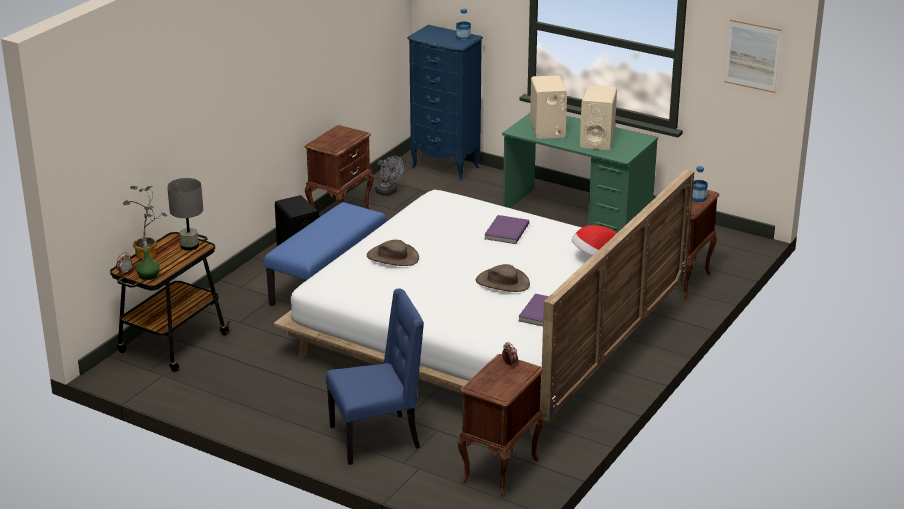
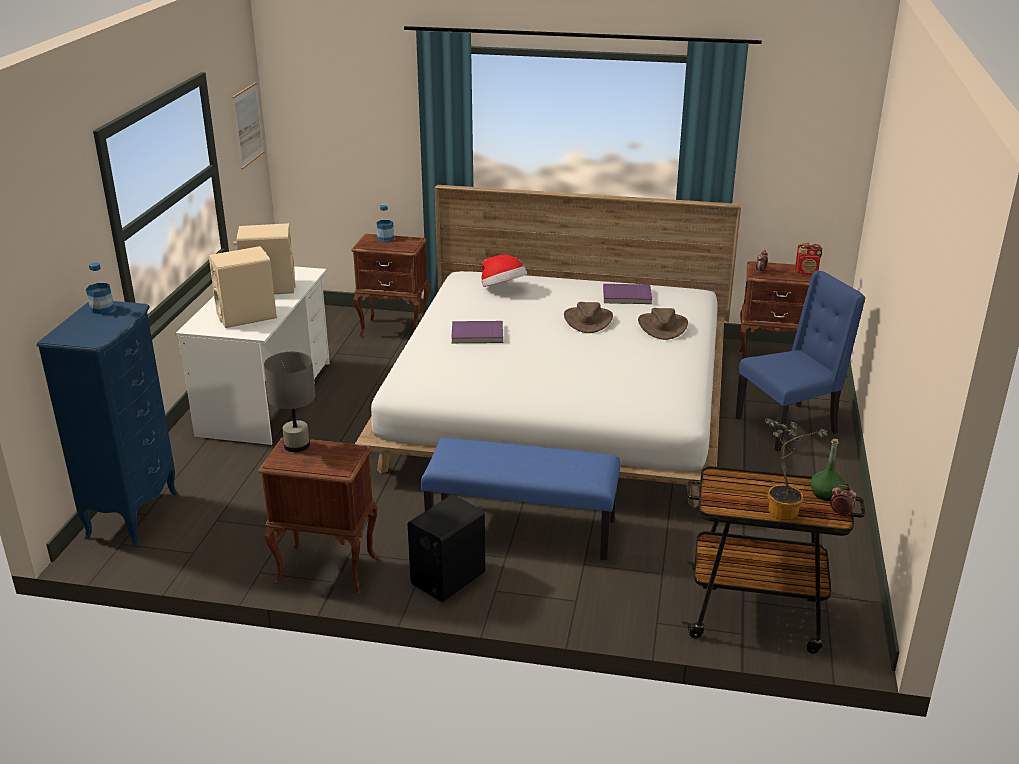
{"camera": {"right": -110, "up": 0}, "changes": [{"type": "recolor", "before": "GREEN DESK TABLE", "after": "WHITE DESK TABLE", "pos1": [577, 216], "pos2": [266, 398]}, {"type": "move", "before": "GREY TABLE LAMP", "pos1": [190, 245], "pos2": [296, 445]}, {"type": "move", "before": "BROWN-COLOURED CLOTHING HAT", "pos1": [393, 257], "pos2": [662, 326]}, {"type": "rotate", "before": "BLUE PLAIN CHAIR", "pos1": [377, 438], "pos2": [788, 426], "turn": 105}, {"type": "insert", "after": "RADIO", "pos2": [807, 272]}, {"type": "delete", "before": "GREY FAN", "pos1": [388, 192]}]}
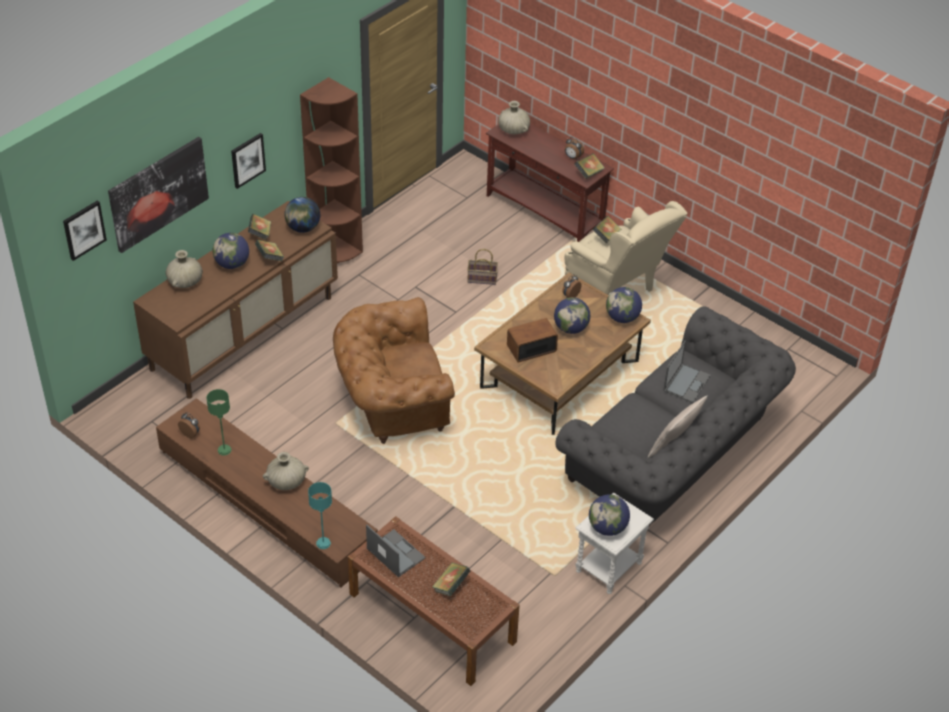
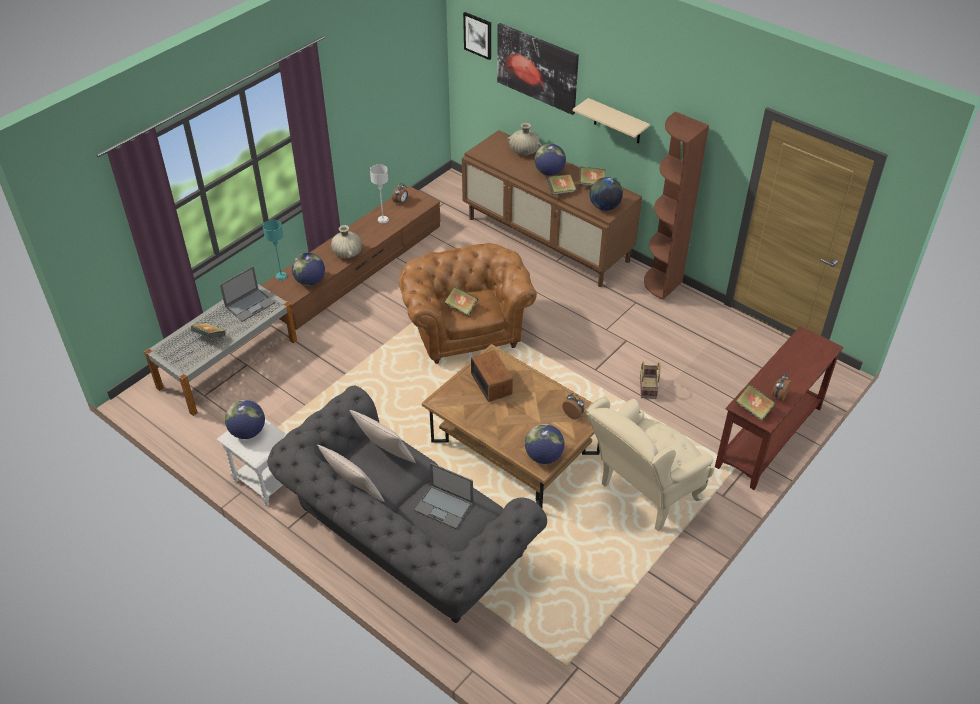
{"camera": {"right": 90, "up": 0}, "changes": [{"type": "recolor", "before": "BROWN-COLOURED INDOOR BENCH", "after": "GREY INDOOR BENCH", "pos1": [431, 618], "pos2": [227, 363]}, {"type": "move", "before": "DESK GLOBE", "pos1": [571, 328], "pos2": [310, 281]}, {"type": "insert", "after": "BEIGE-COLOURED PILLOW", "pos2": [385, 456]}, {"type": "recolor", "before": "GREEN TABLE LAMP", "after": "GREY TABLE LAMP", "pos1": [224, 450], "pos2": [383, 220]}, {"type": "move", "before": "BOUND BOOK", "pos1": [606, 236], "pos2": [461, 308]}, {"type": "replace", "before": "WALL PICTURE", "after": "BEIGE-COLOURED WALL SHELF", "pos1": [247, 160], "pos2": [617, 122]}, {"type": "delete", "before": "BEIGE-COLOURED FLOWER VASE", "pos1": [513, 130]}]}
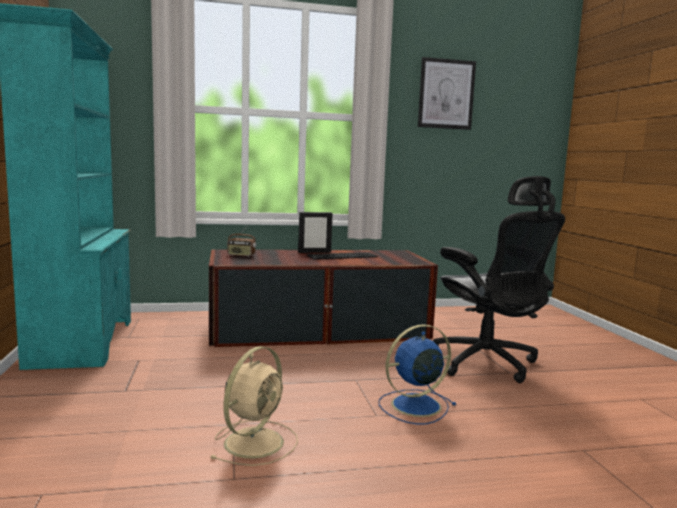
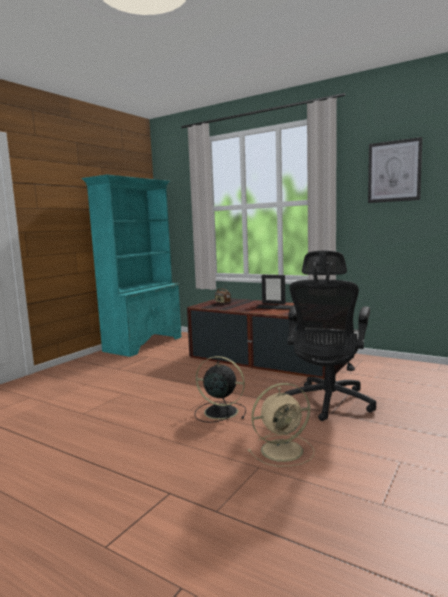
{"camera": {"right": 45, "up": 0}, "changes": [{"type": "recolor", "before": "BLUE FAN", "after": "BLACKISH FAN", "pos1": [414, 406], "pos2": [219, 411]}, {"type": "move", "before": "BEIGE-COLOURED FAN", "pos1": [255, 441], "pos2": [283, 450]}]}
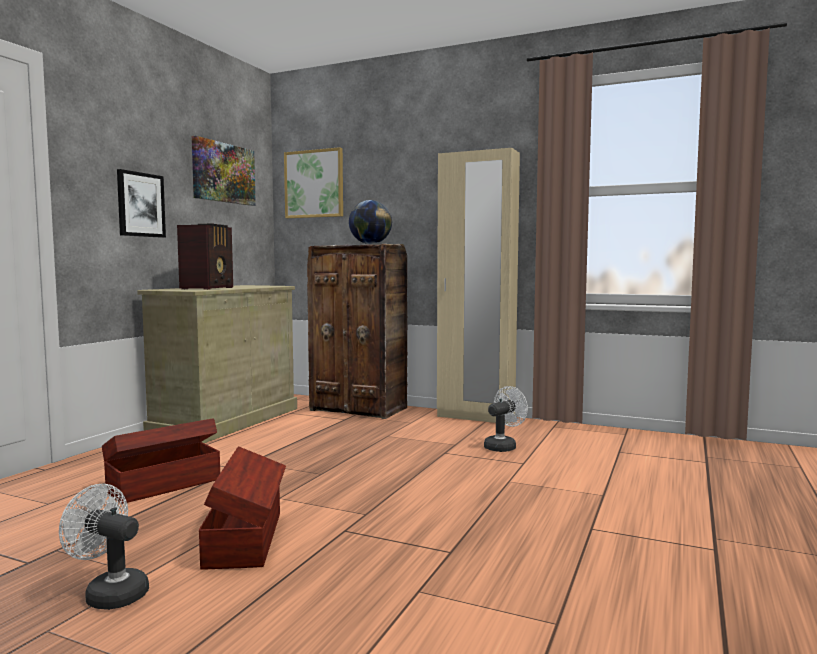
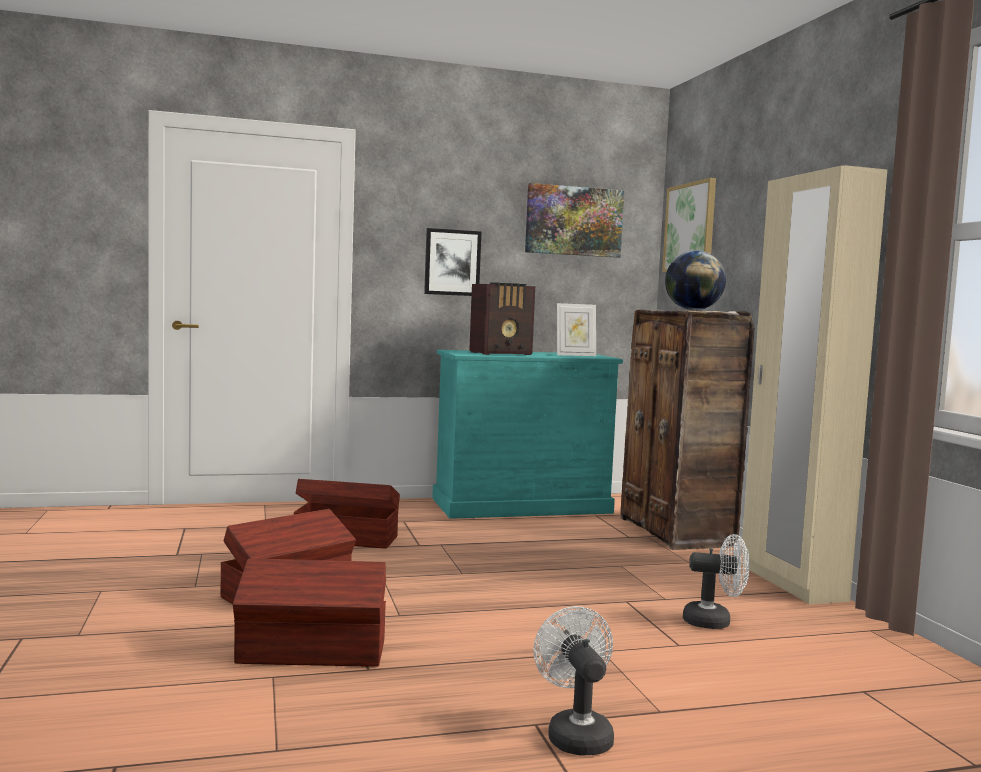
{"camera": {"right": 50, "up": 0}, "changes": [{"type": "insert", "after": "BROWN-COLOURED STORAGE BOX", "pos2": [313, 653]}, {"type": "recolor", "before": "BEIGE-COLOURED CHEST OF DRAWERS", "after": "BLUE-GREEN CHEST OF DRAWERS", "pos1": [226, 420], "pos2": [521, 505]}, {"type": "move", "before": "WHITE FAN", "pos1": [110, 593], "pos2": [575, 734]}, {"type": "insert", "after": "PICTURE FRAME", "pos2": [575, 355]}]}
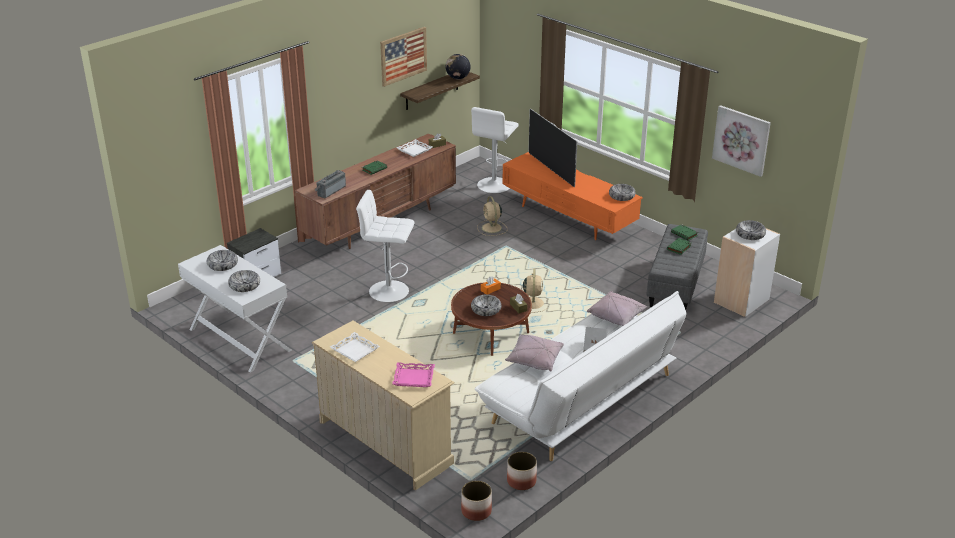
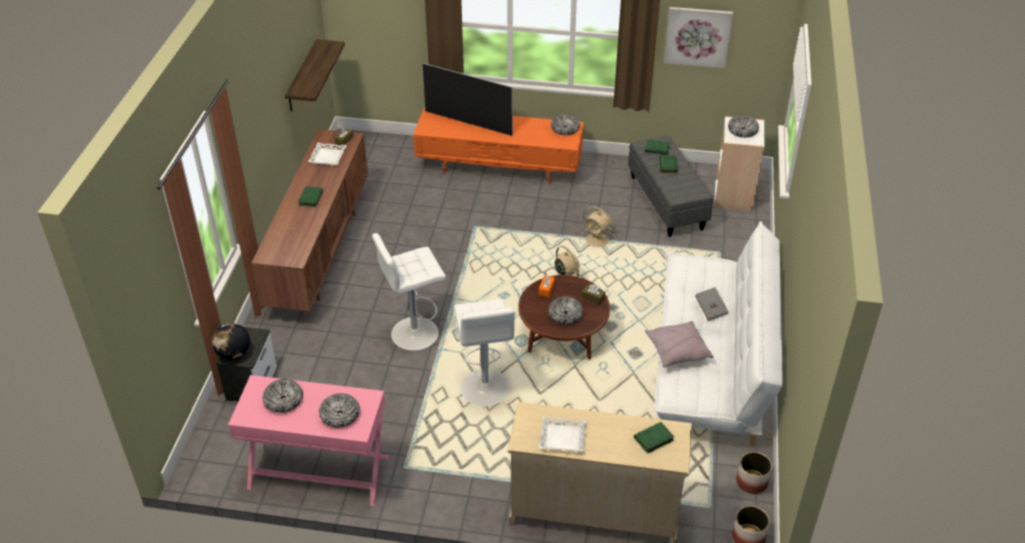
{"camera": {"right": -35, "up": 10}, "changes": [{"type": "move", "before": "DESK GLOBE", "pos1": [458, 78], "pos2": [234, 354]}, {"type": "recolor", "before": "WHITE NARROW TABLE", "after": "PINK-COLOURED NARROW TABLE", "pos1": [239, 340], "pos2": [318, 473]}, {"type": "move", "before": "WHITE STOOL", "pos1": [493, 185], "pos2": [484, 388]}, {"type": "move", "before": "BEIGE-COLOURED FAN", "pos1": [492, 228], "pos2": [598, 240]}, {"type": "replace", "before": "PINK-COLOURED TRAY", "after": "GREEN BOUND BOOK", "pos1": [413, 378], "pos2": [653, 439]}, {"type": "delete", "before": "RADIO", "pos1": [330, 190]}, {"type": "delete", "before": "WALL PICTURE", "pos1": [403, 56]}, {"type": "delete", "before": "PURPLE-COLOURED PILLOW", "pos1": [617, 316]}]}
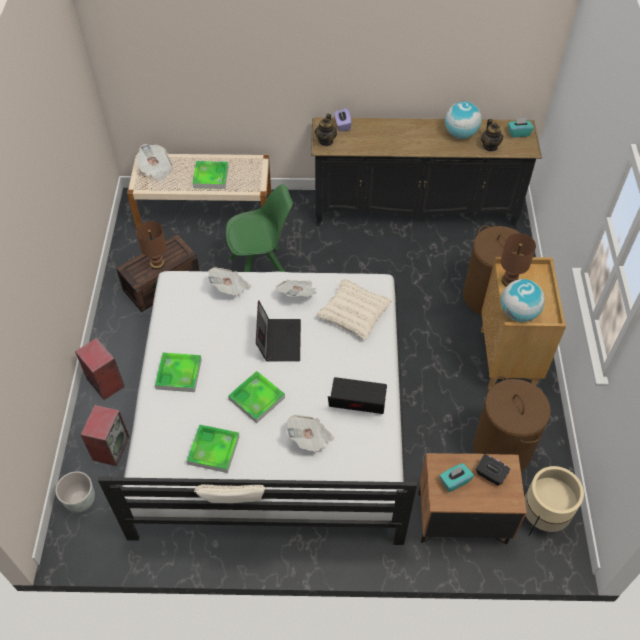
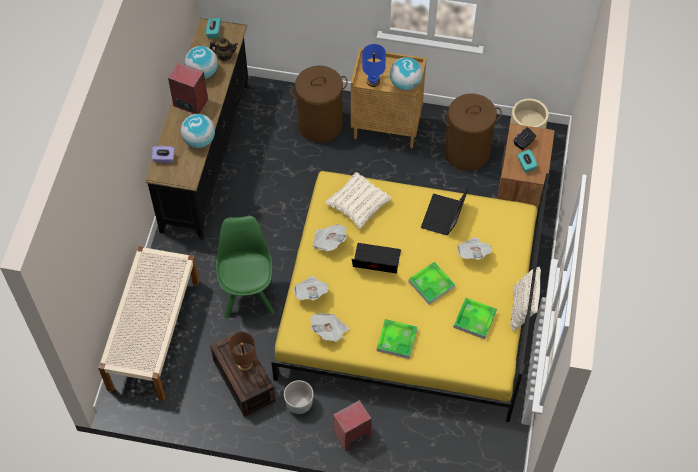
{"camera": {"right": -80, "up": 5}, "changes": [{"type": "move", "before": "AUDIO SPEAKER", "pos1": [111, 448], "pos2": [190, 103]}, {"type": "insert", "after": "DESK GLOBE", "pos2": [199, 140]}, {"type": "recolor", "before": "WHITE SLEEPING BED", "after": "YELLOW SLEEPING BED", "pos1": [272, 415], "pos2": [409, 303]}, {"type": "move", "before": "GREY FLOWER POT", "pos1": [80, 501], "pos2": [299, 405]}, {"type": "move", "before": "DAILY PAPER", "pos1": [156, 170], "pos2": [329, 331]}, {"type": "recolor", "before": "BROWN-COLOURED TABLE LAMP", "after": "BLUE TABLE LAMP", "pos1": [509, 281], "pos2": [373, 81]}, {"type": "delete", "before": "TRAY", "pos1": [211, 177]}, {"type": "delete", "before": "POT FOR TEA", "pos1": [326, 141]}]}
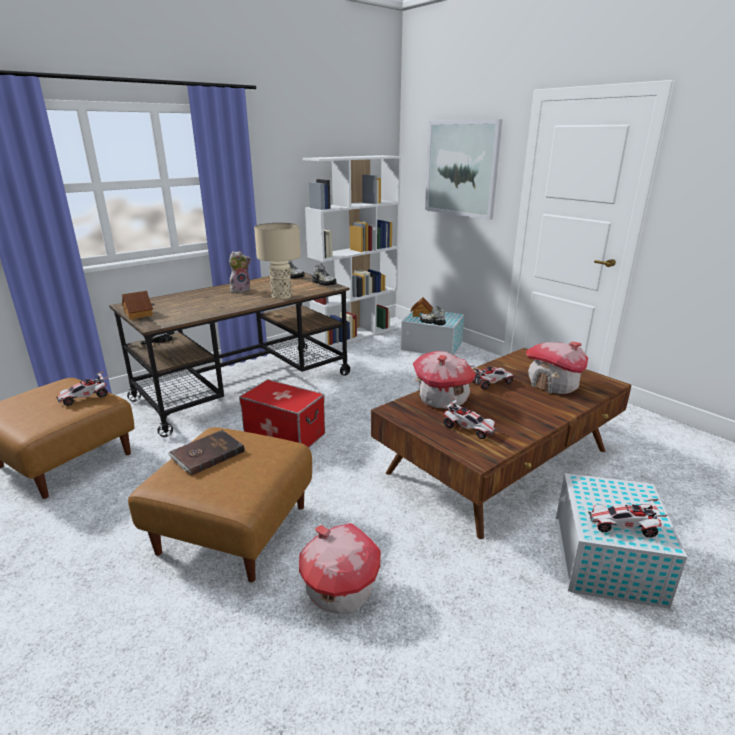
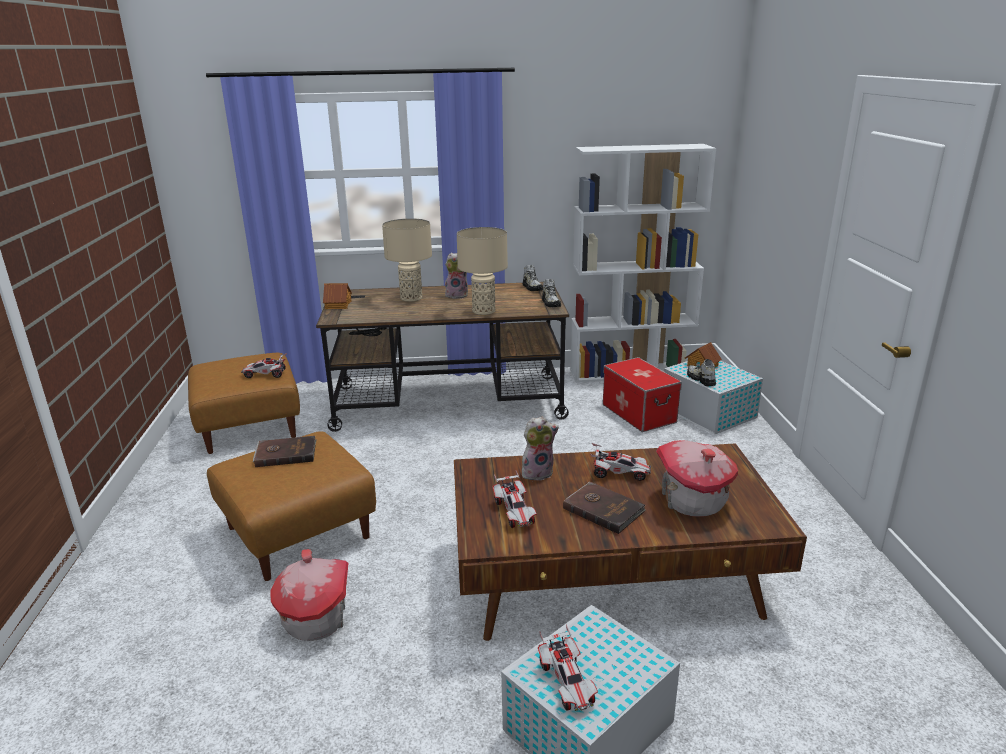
{"camera": {"right": 35, "up": 0}, "changes": [{"type": "insert", "after": "BEIGE-COLOURED TABLE LAMP", "pos2": [411, 298]}, {"type": "replace", "before": "MINIATURE HOUSE", "after": "SOFT TOY", "pos1": [442, 399], "pos2": [537, 472]}, {"type": "rotate", "before": "MODEL CAR", "pos1": [623, 526], "pos2": [567, 683], "turn": -150}, {"type": "insert", "after": "BROWN-COLOURED BOUND BOOK", "pos2": [603, 509]}, {"type": "move", "before": "STORAGE BOX", "pos1": [284, 435], "pos2": [638, 413]}, {"type": "delete", "before": "WALL PICTURE", "pos1": [461, 168]}]}
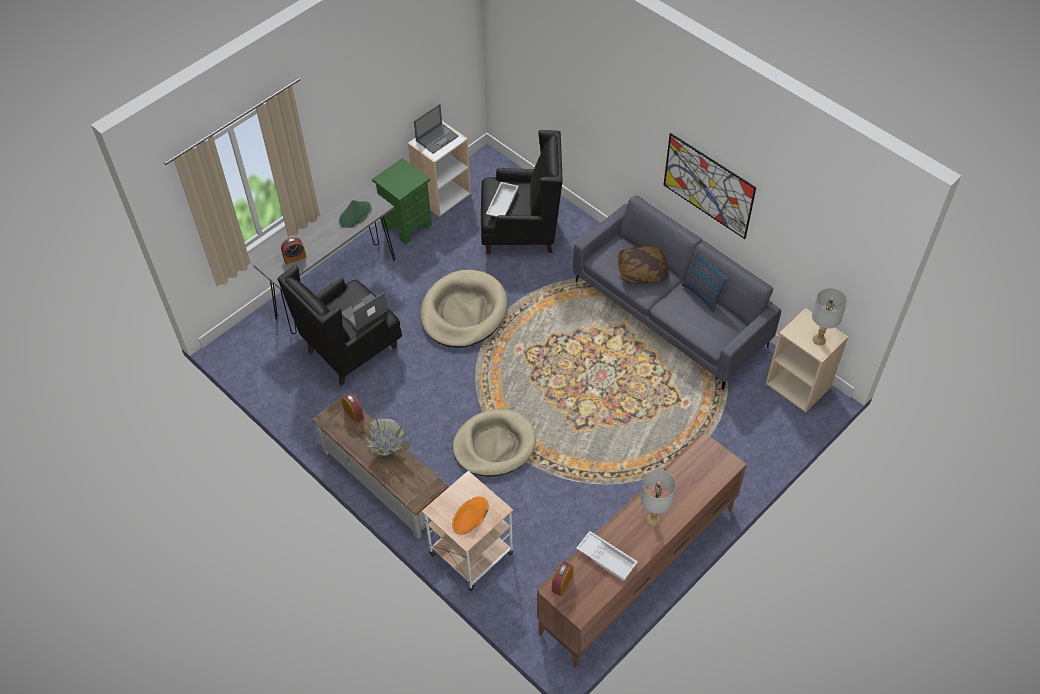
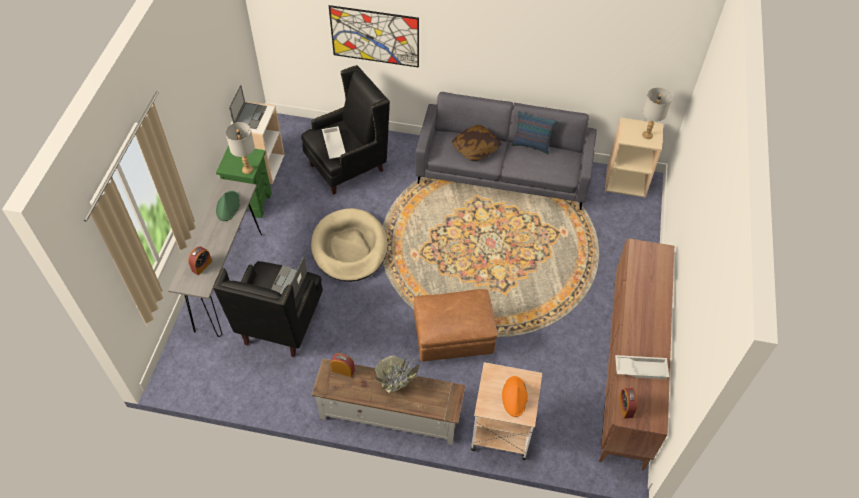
{"camera": {"right": -35, "up": 0}, "changes": [{"type": "move", "before": "GREY TABLE LAMP", "pos1": [653, 519], "pos2": [247, 169]}, {"type": "move", "before": "WALL PICTURE", "pos1": [708, 185], "pos2": [375, 36]}, {"type": "replace", "before": "BEIGE-COLOURED DOG BED", "after": "BROWN-COLOURED POUFFE", "pos1": [494, 445], "pos2": [453, 337]}]}
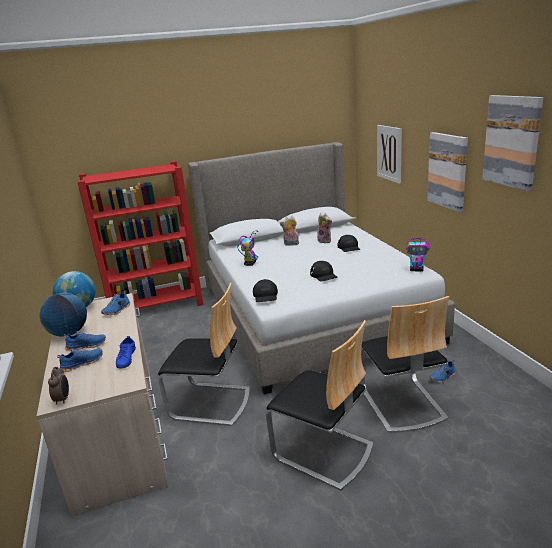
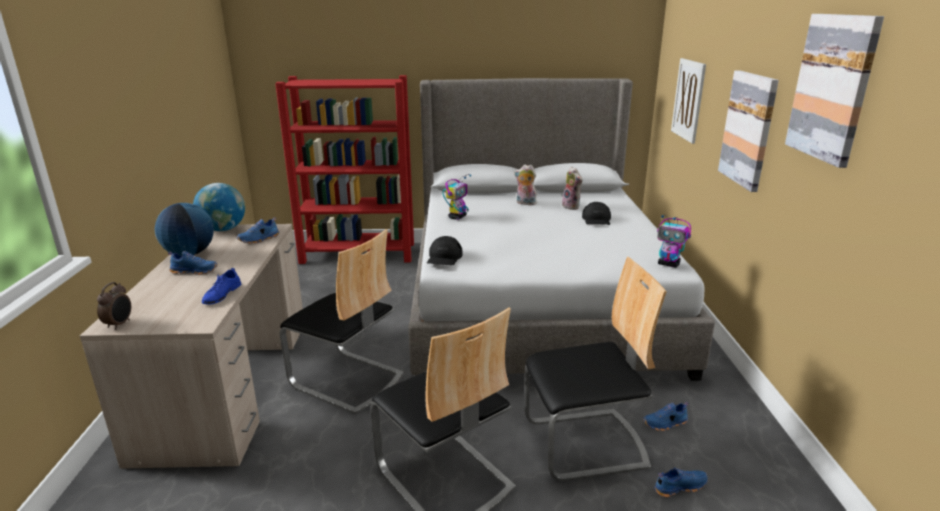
{"camera": {"right": 15, "up": 0}, "changes": [{"type": "rotate", "before": "PLAIN CHAIR", "pos1": [401, 404], "pos2": [585, 444], "turn": -105}, {"type": "move", "before": "BLUE SHOE", "pos1": [82, 363], "pos2": [679, 486]}, {"type": "delete", "before": "BLACKISH CAP", "pos1": [323, 275]}]}
